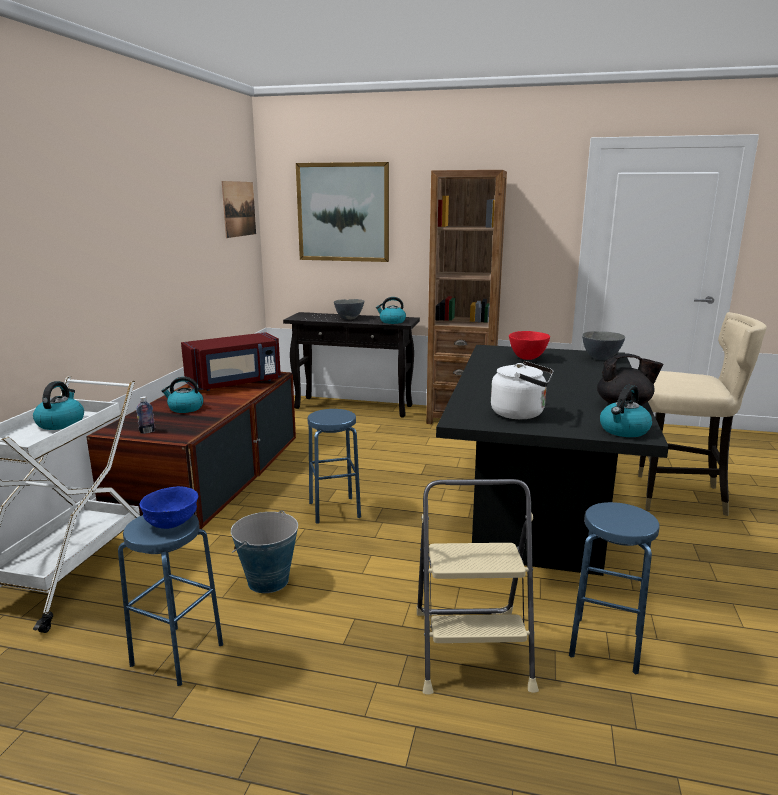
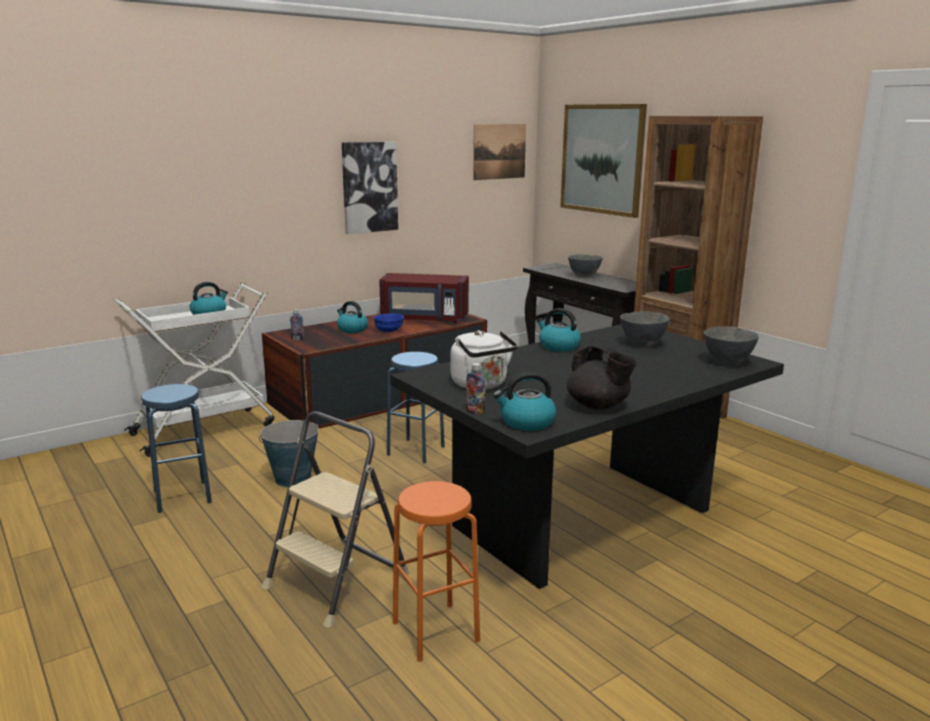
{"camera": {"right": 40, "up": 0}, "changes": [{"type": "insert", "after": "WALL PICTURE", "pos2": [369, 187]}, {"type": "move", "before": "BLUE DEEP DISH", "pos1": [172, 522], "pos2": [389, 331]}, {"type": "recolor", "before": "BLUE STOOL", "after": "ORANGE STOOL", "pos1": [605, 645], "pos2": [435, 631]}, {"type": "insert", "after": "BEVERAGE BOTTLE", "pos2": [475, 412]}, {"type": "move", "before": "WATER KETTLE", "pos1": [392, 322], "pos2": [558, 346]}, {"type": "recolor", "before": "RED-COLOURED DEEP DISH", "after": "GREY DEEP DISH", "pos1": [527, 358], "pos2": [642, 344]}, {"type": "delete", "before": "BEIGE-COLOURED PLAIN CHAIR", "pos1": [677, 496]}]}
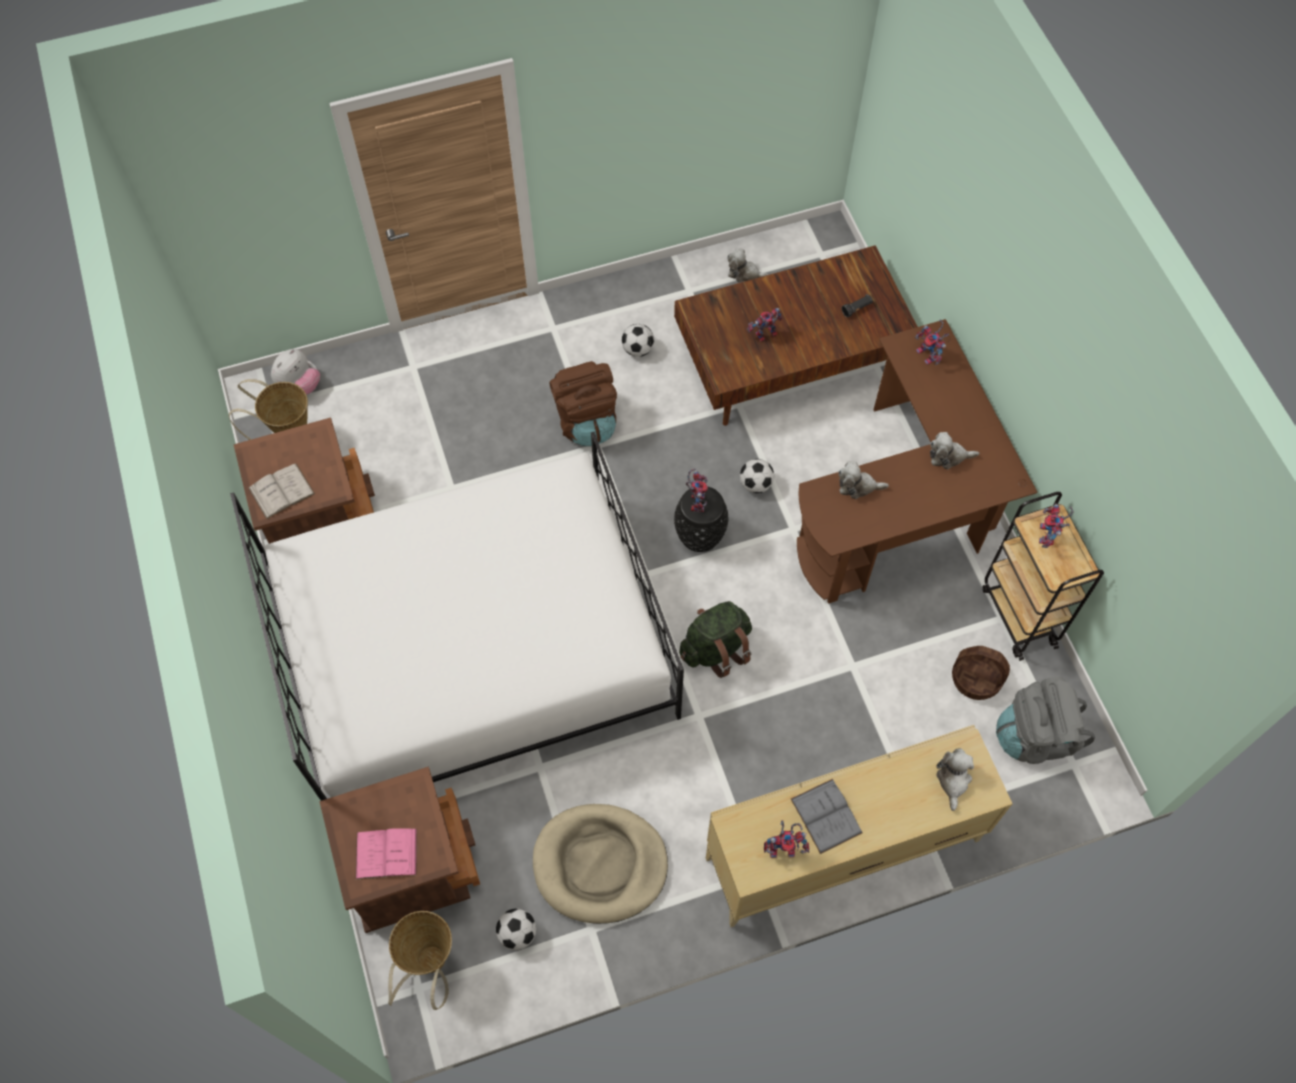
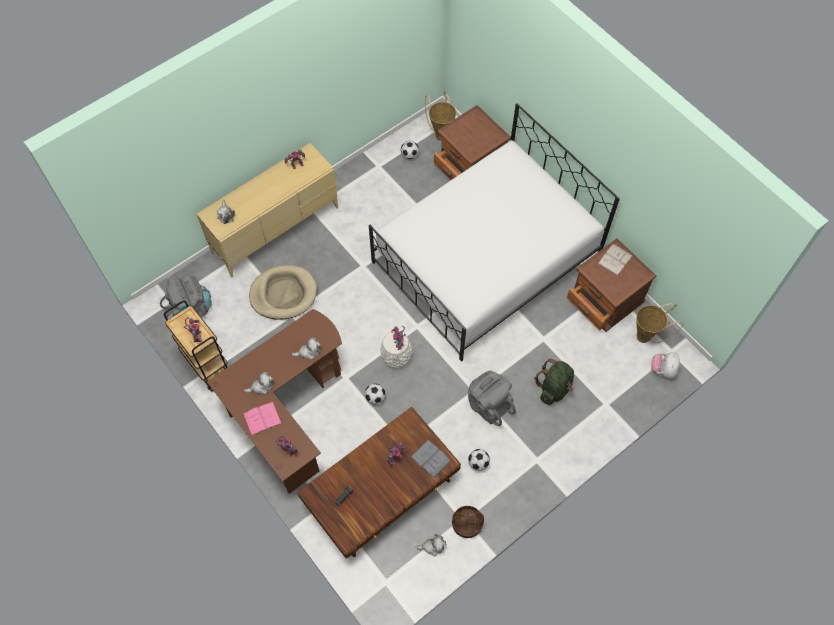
{"camera": {"right": 160, "up": 0}, "changes": [{"type": "move", "before": "PINK-COLOURED BOUND BOOK", "pos1": [386, 853], "pos2": [262, 418]}, {"type": "move", "before": "BEIGE-COLOURED DOG BED", "pos1": [600, 865], "pos2": [283, 294]}, {"type": "recolor", "before": "BLACKISH STOOL", "after": "WHITE STOOL", "pos1": [699, 534], "pos2": [396, 357]}, {"type": "move", "before": "GREY BOUND BOOK", "pos1": [826, 816], "pos2": [430, 458]}, {"type": "move", "before": "BASKET", "pos1": [975, 678], "pos2": [467, 523]}, {"type": "recolor", "before": "BROWN-COLOURED BACKPACK", "after": "GREY BACKPACK", "pos1": [586, 420], "pos2": [488, 404]}, {"type": "move", "before": "GREEN BACKPACK", "pos1": [715, 648], "pos2": [554, 388]}]}
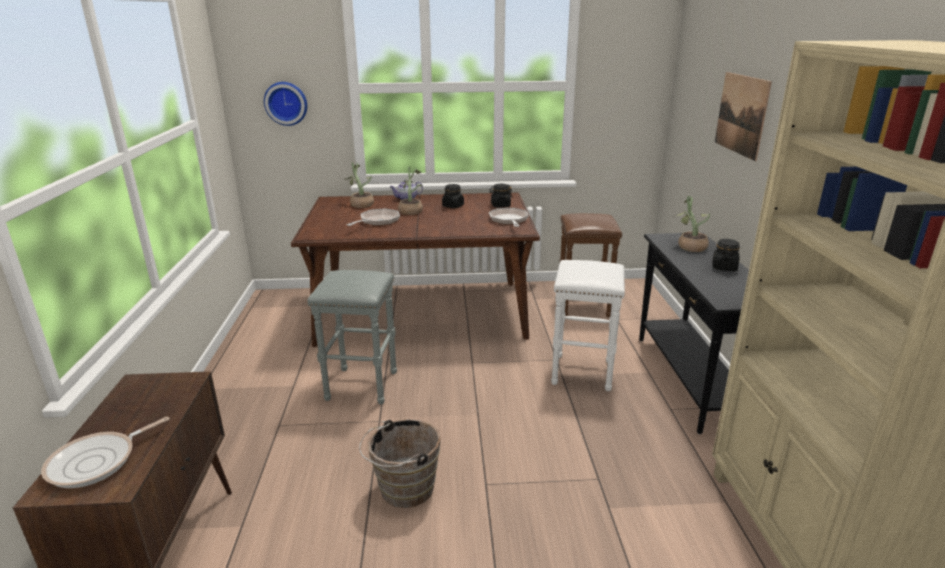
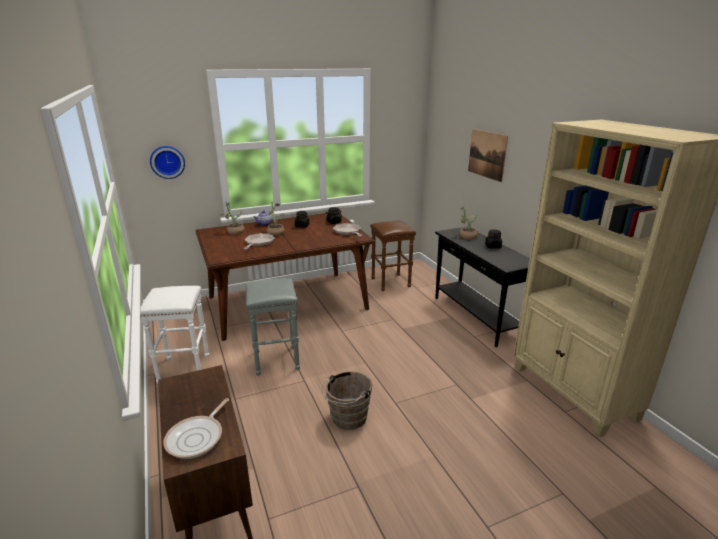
{"camera": {"right": -20, "up": 0}, "changes": [{"type": "move", "before": "WHITE STOOL", "pos1": [581, 371], "pos2": [183, 368]}]}
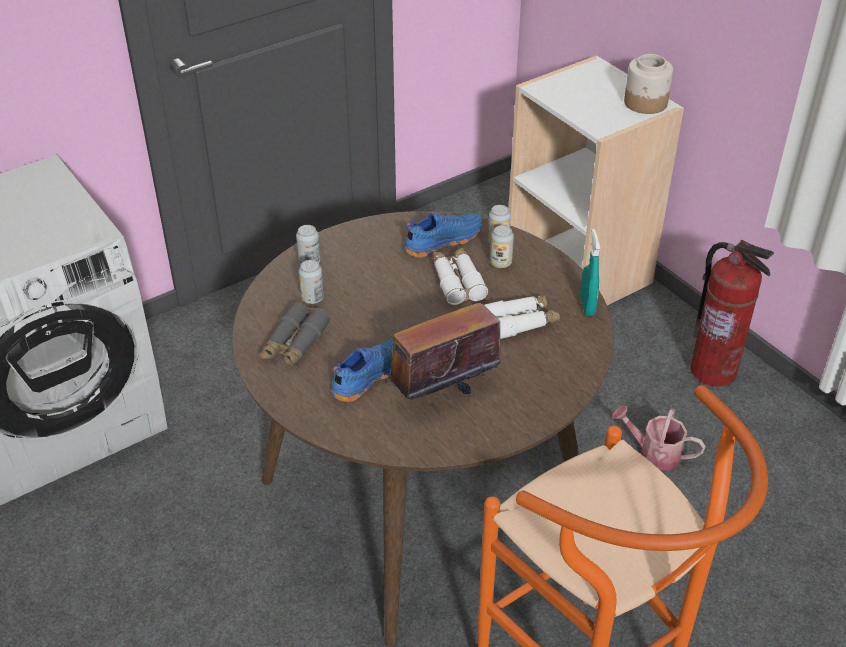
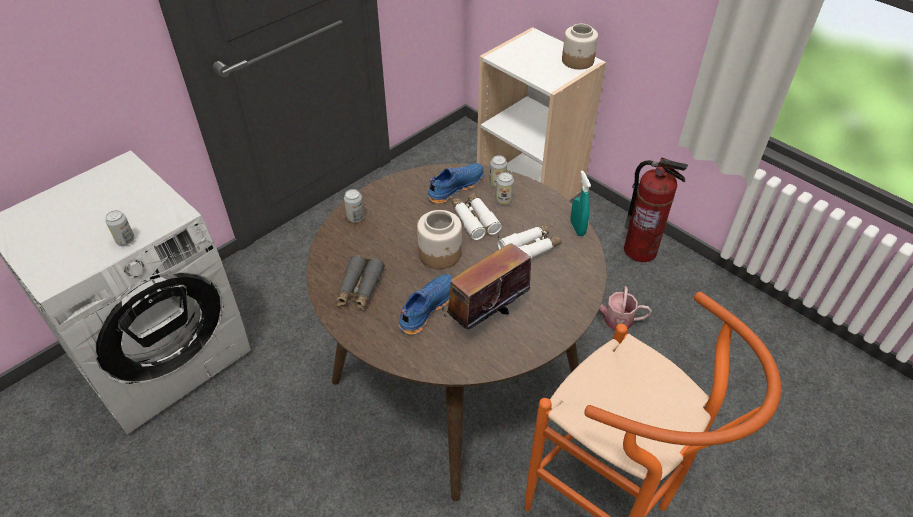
{"camera": {"right": -10, "up": 5}, "changes": [{"type": "move", "before": "CAN", "pos1": [312, 298], "pos2": [125, 240]}, {"type": "insert", "after": "PRESERVE JAR", "pos2": [440, 254]}]}
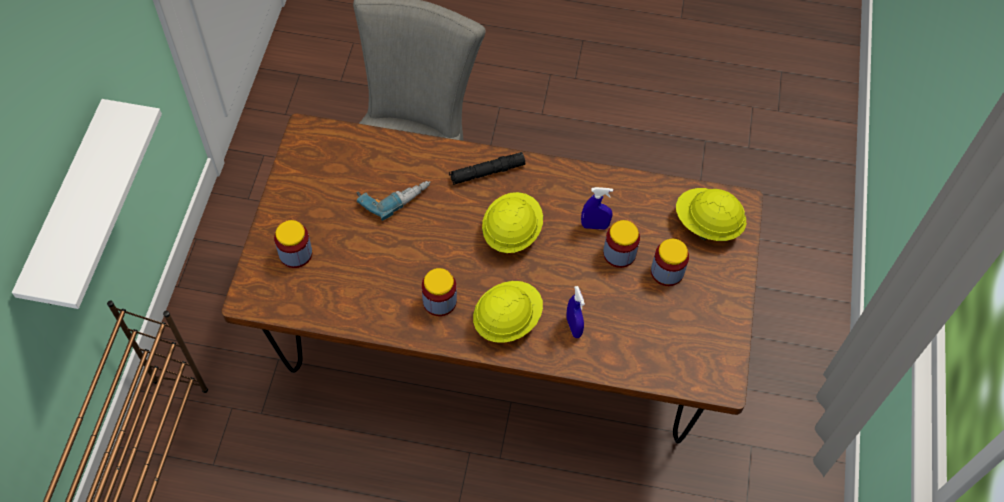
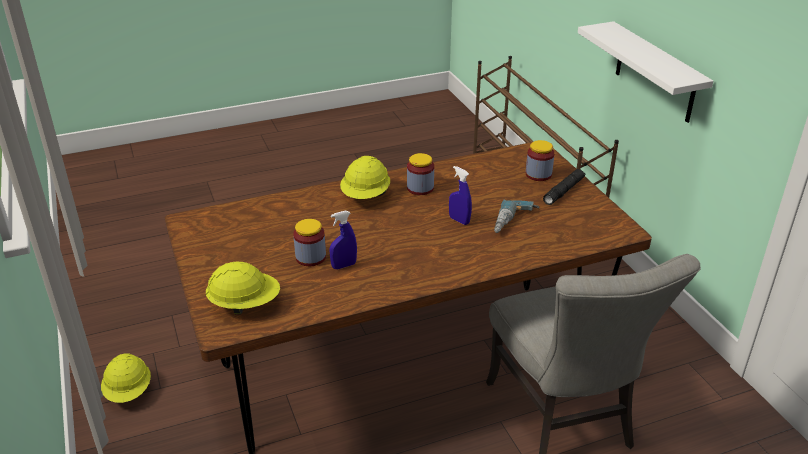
{"camera": {"right": 150, "up": -25}, "changes": [{"type": "move", "before": "YELLOW SAFETY HELMET", "pos1": [511, 232], "pos2": [129, 391]}, {"type": "move", "before": "BLUE SPRAYER", "pos1": [573, 327], "pos2": [459, 220]}, {"type": "move", "before": "BLACKISH HAND TORCH", "pos1": [487, 172], "pos2": [563, 191]}, {"type": "delete", "before": "PRESERVE JAR", "pos1": [667, 272]}]}
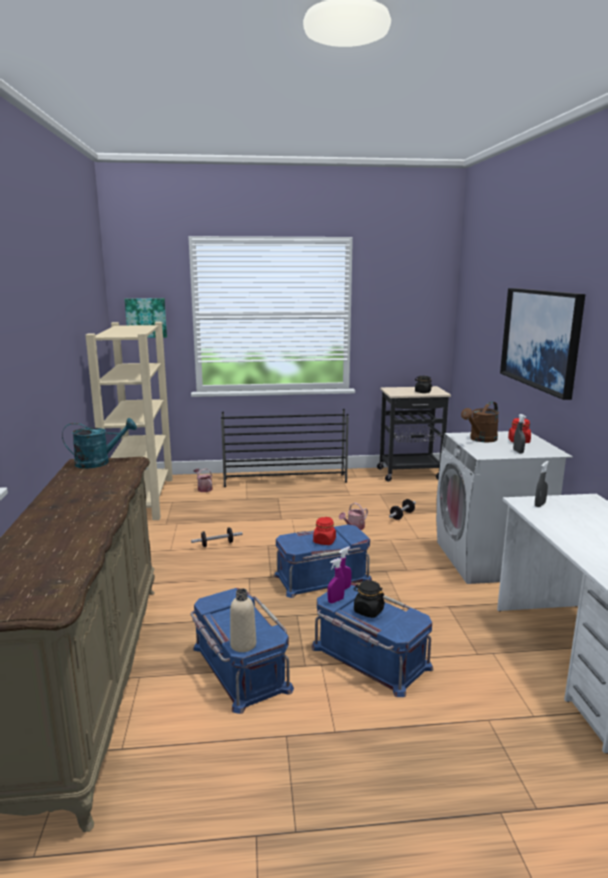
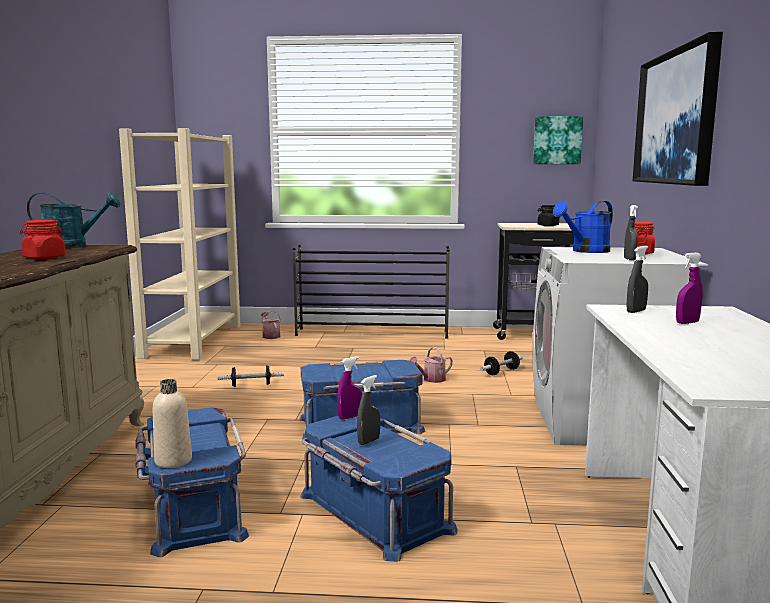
{"camera": {"right": 10, "up": -5}, "changes": [{"type": "move", "before": "RED-COLOURED PRESERVE JAR", "pos1": [324, 541], "pos2": [44, 257]}, {"type": "replace", "before": "BLACKISH PRESERVE JAR", "after": "GREY SPRAYER", "pos1": [368, 611], "pos2": [368, 441]}, {"type": "move", "before": "WALL PICTURE", "pos1": [146, 318], "pos2": [557, 140]}, {"type": "recolor", "before": "BROWN-COLOURED WATERING POT", "after": "BLUE WATERING POT", "pos1": [480, 439], "pos2": [586, 251]}, {"type": "move", "before": "PURPLE-COLOURED SPRAYER", "pos1": [335, 600], "pos2": [687, 322]}]}
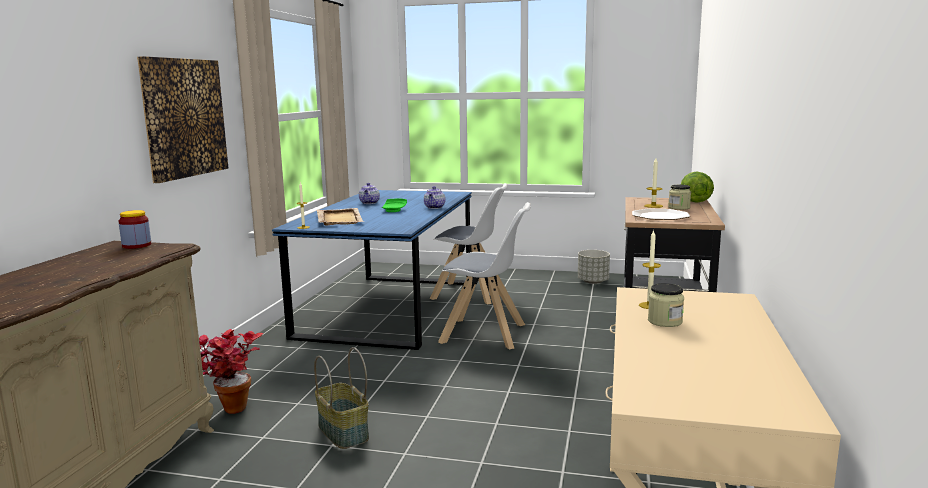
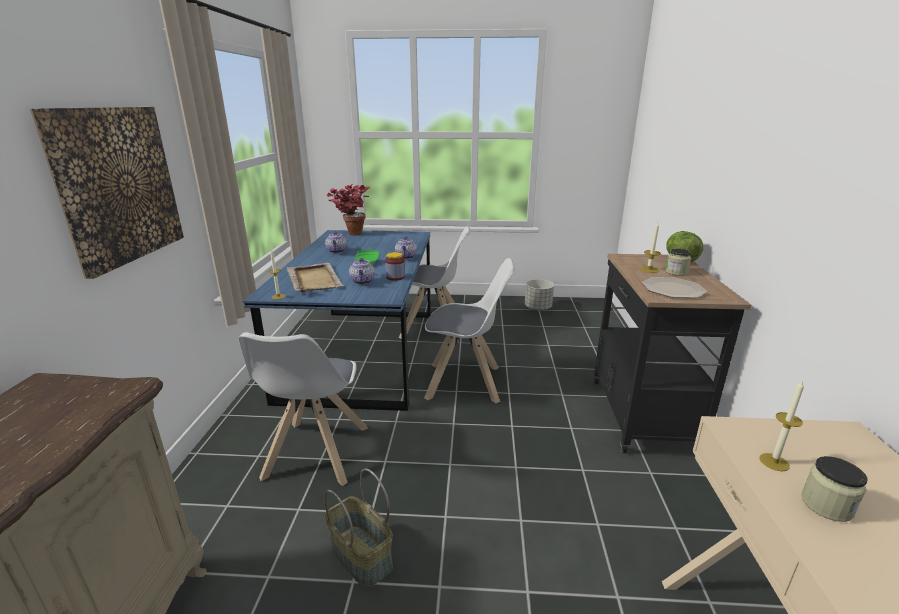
{"camera": {"right": -10, "up": 10}, "changes": [{"type": "insert", "after": "PLAIN CHAIR", "pos2": [315, 454]}, {"type": "move", "before": "POTTED PLANT", "pos1": [229, 407], "pos2": [351, 233]}, {"type": "insert", "after": "POT FOR TEA", "pos2": [363, 282]}, {"type": "move", "before": "PRESERVE JAR", "pos1": [136, 245], "pos2": [395, 277]}]}
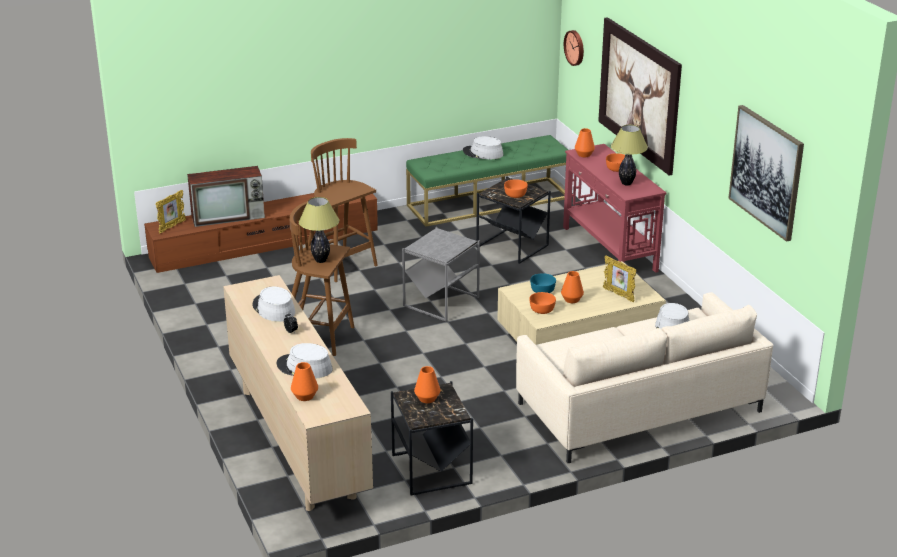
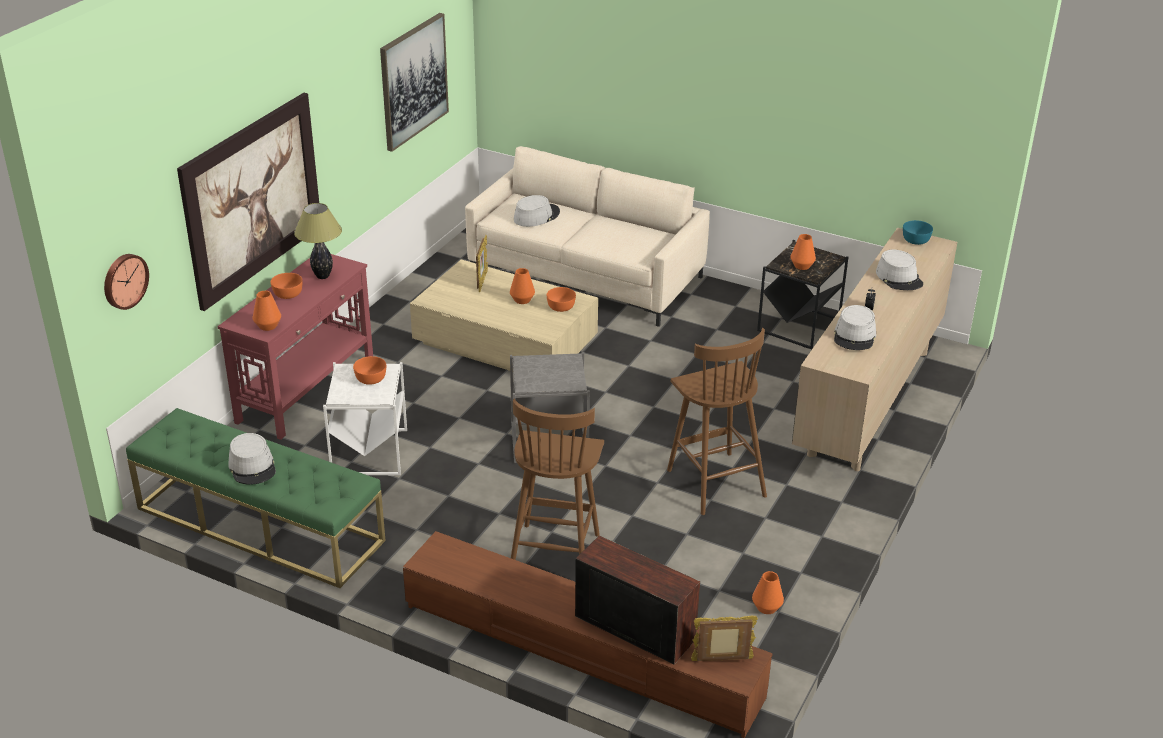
{"camera": {"right": -130, "up": 5}, "changes": [{"type": "recolor", "before": "BLACKISH END TABLE", "after": "WHITE END TABLE", "pos1": [512, 246], "pos2": [369, 453]}, {"type": "move", "before": "ORANGE FLOWER VASE", "pos1": [304, 396], "pos2": [766, 607]}, {"type": "move", "before": "BLUE-GREEN DEEP DISH", "pos1": [543, 290], "pos2": [915, 240]}, {"type": "delete", "before": "TABLE LAMP", "pos1": [320, 260]}]}
